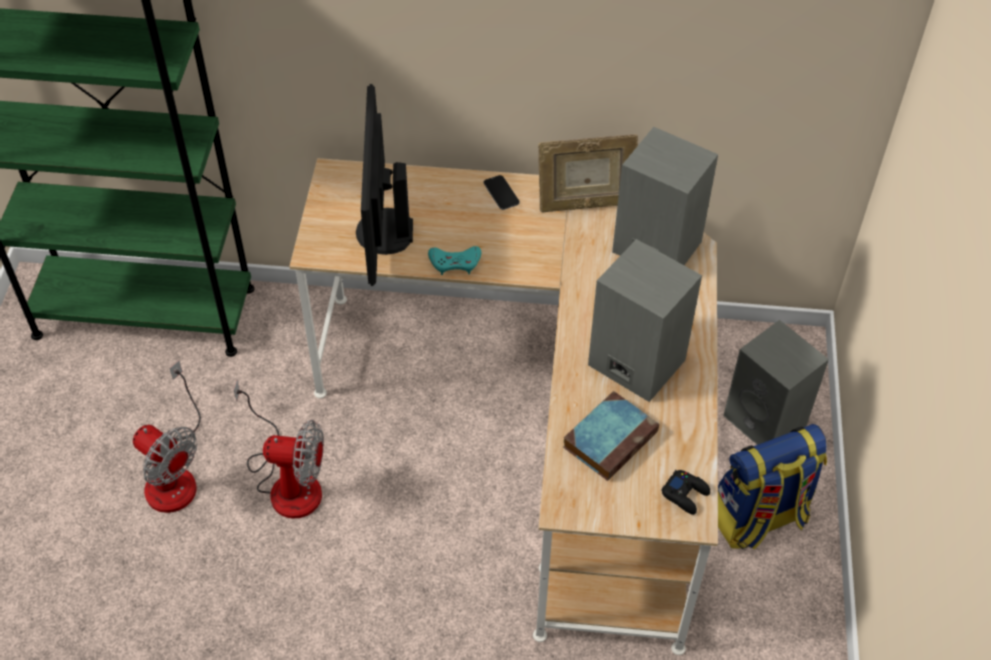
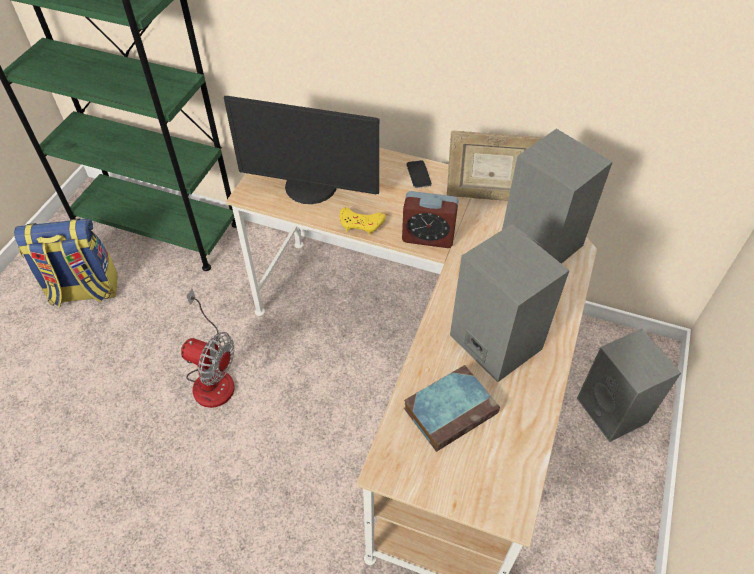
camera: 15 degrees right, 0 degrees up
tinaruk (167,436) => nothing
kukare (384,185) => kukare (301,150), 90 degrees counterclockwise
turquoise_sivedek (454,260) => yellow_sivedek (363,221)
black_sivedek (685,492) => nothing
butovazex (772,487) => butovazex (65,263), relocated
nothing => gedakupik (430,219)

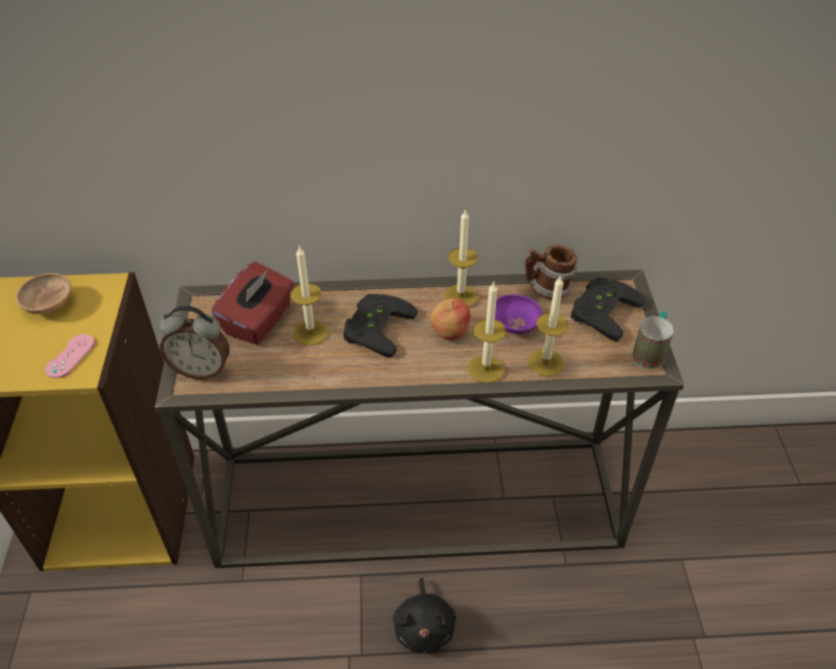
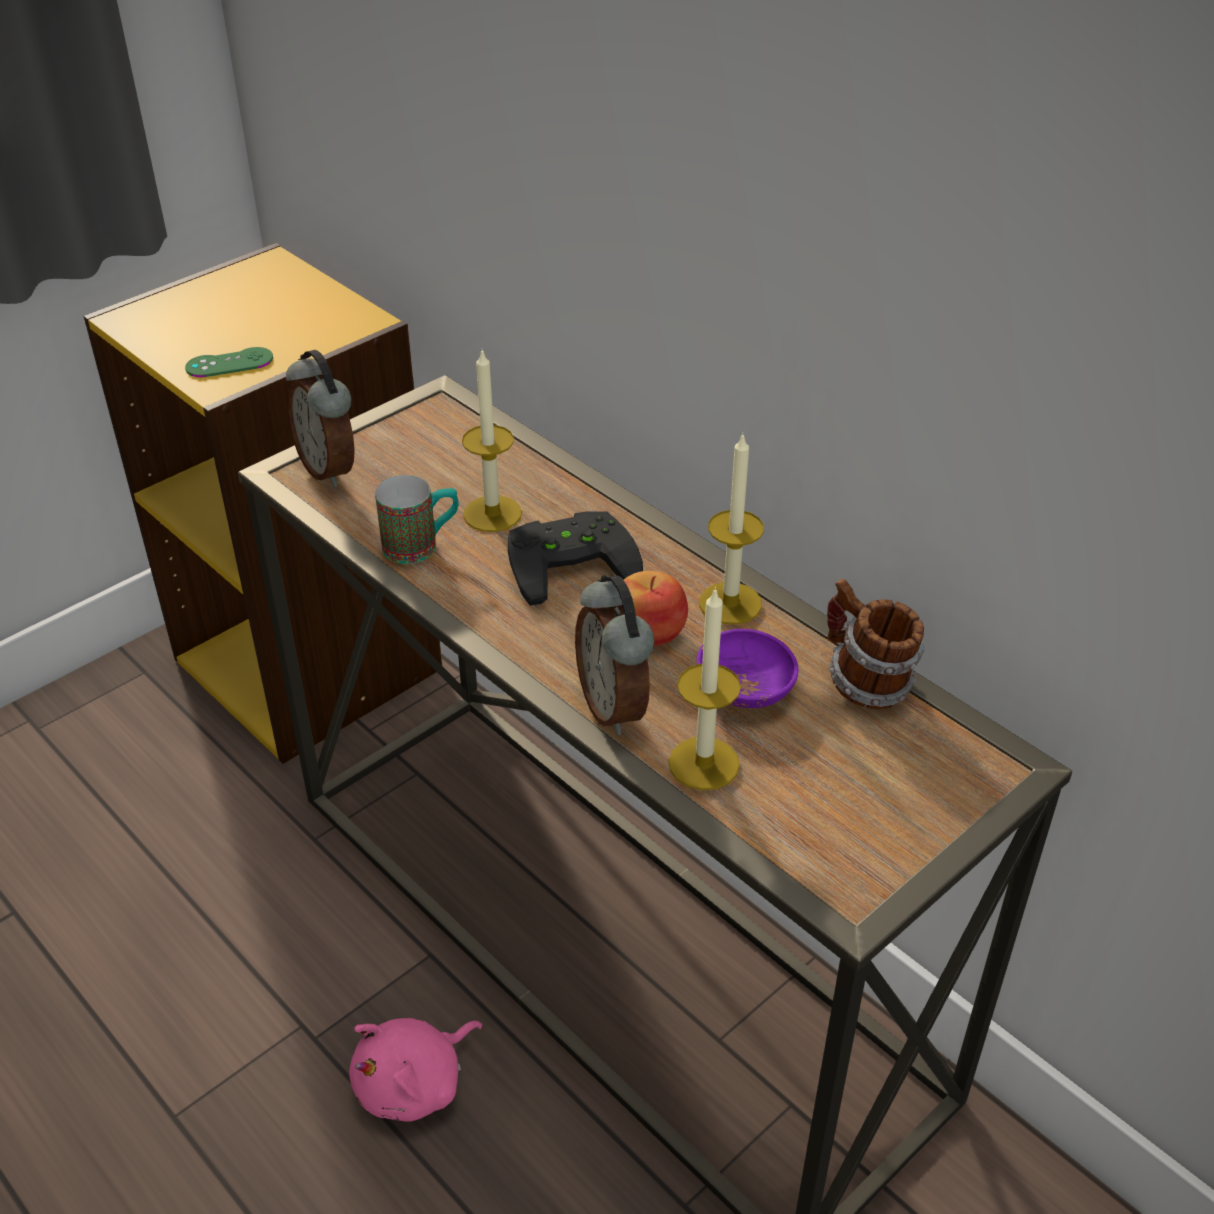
camera: 50 degrees right, 5 degrees down
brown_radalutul (44,293) => nothing
pink_sivedek (70,356) => green_sivedek (229,362)
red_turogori (253,303) => nothing
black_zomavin (424,616) => pink_zomavin (415,1069)
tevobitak (487,332) => gedakupik (614,655)
black_sivedek (608,309) => nothing
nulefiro (653,340) => nulefiro (416,519), relocated

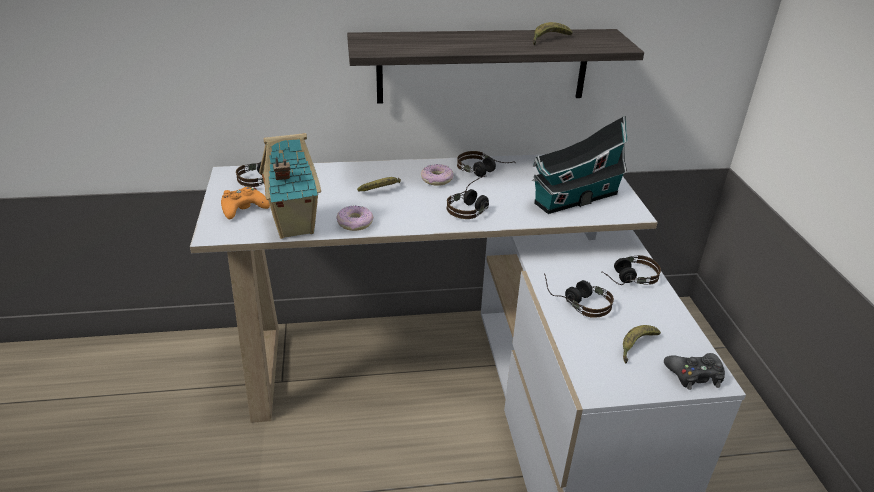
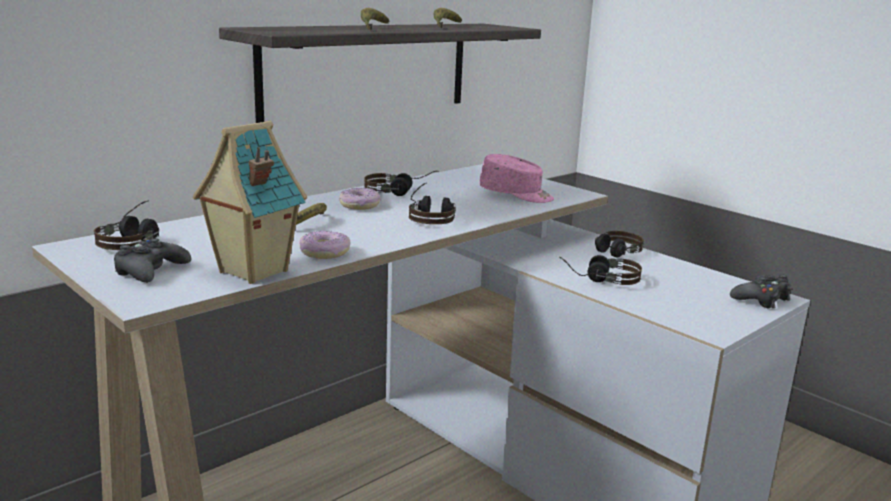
camera: 35 degrees left, 15 degrees down
orange_sivedek (245,202) => black_sivedek (152,260)
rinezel (580,164) => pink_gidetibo (516,178)
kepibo (642,344) => kepibo (375,19), relocated

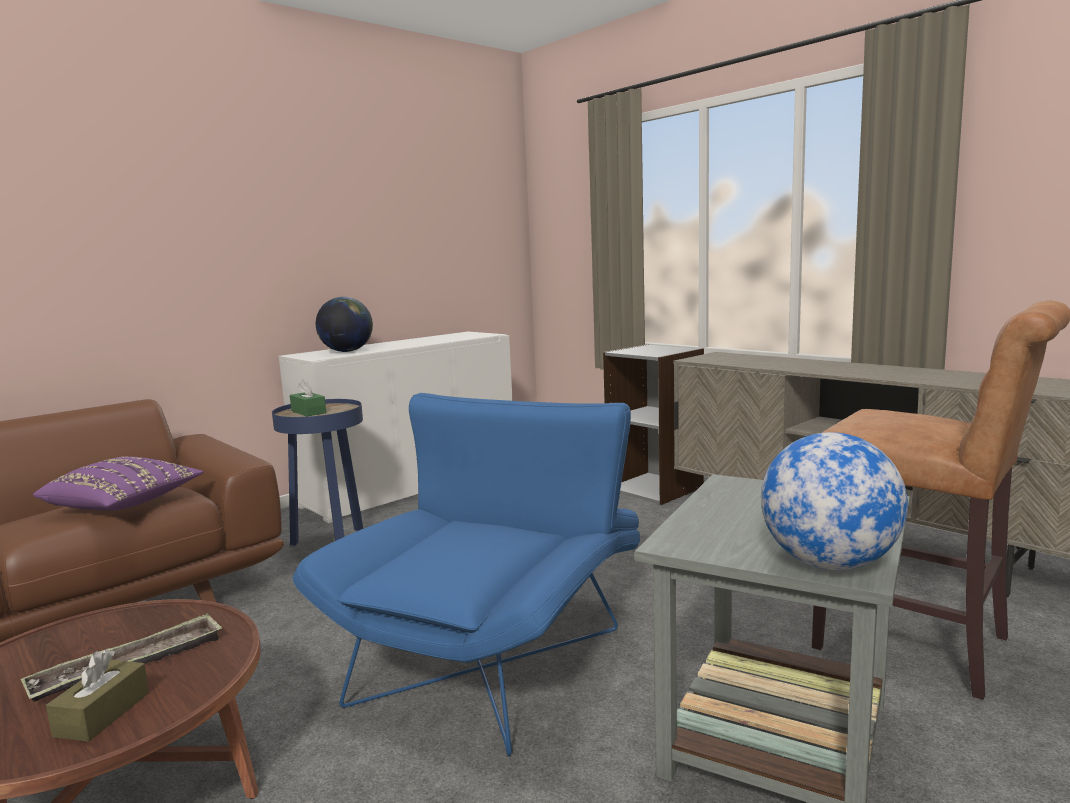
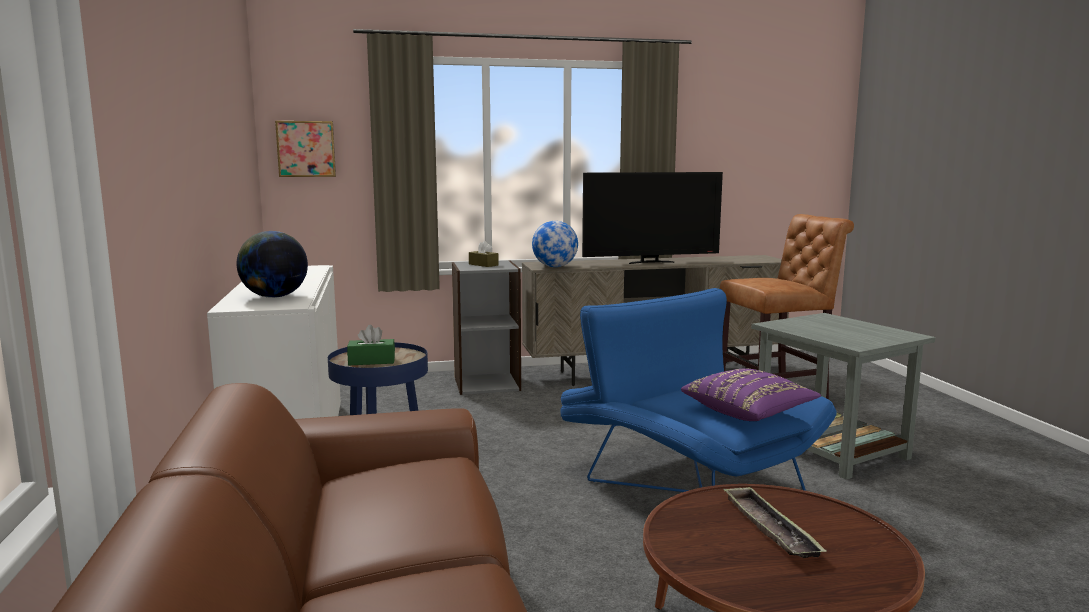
camera: 60 degrees left, 0 degrees up
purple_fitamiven (118,484) => purple_fitamiven (751,395), relocated
brown_turogori (97,695) => brown_turogori (484,254), relocated
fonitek (834,501) => fonitek (555,244), relocated
nothing => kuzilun (305,149)
nothing => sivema (652,218)

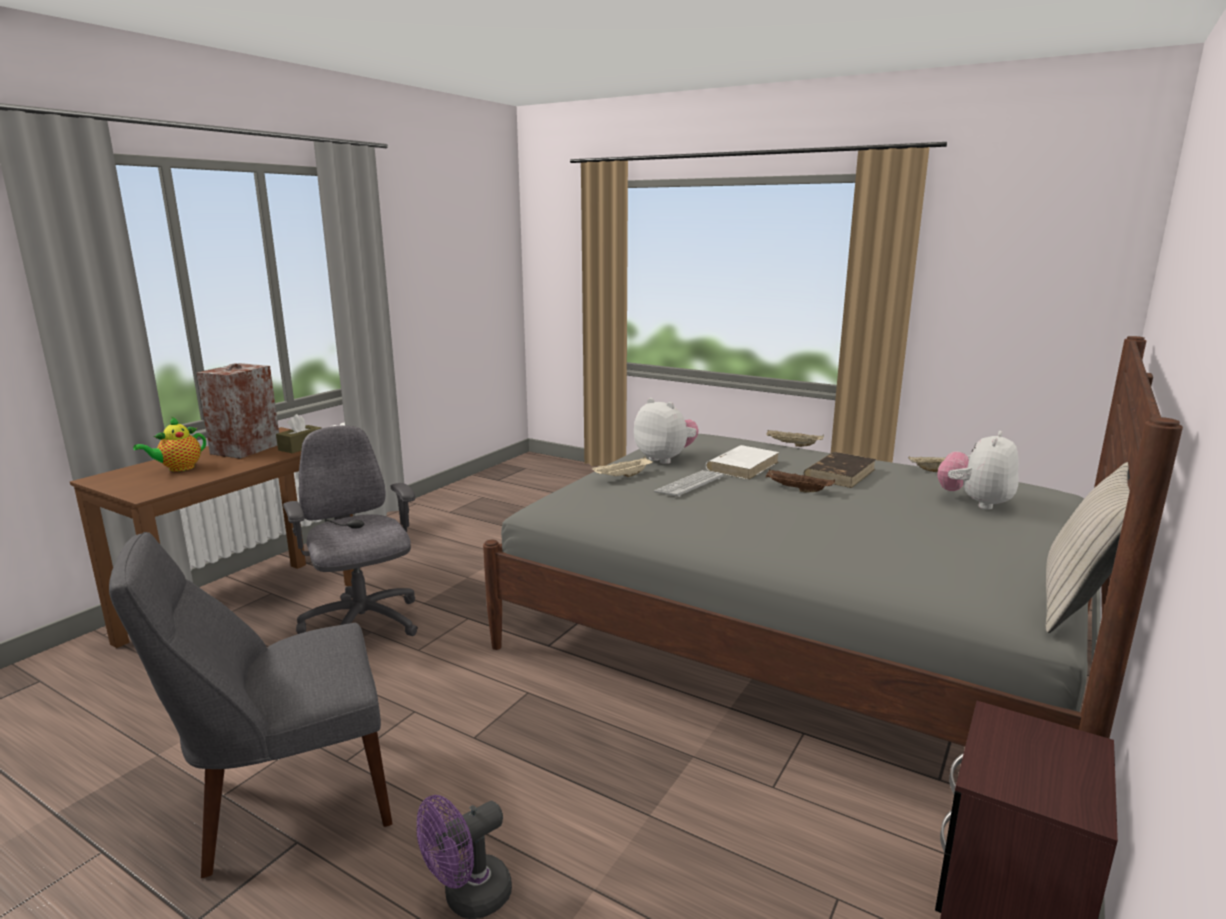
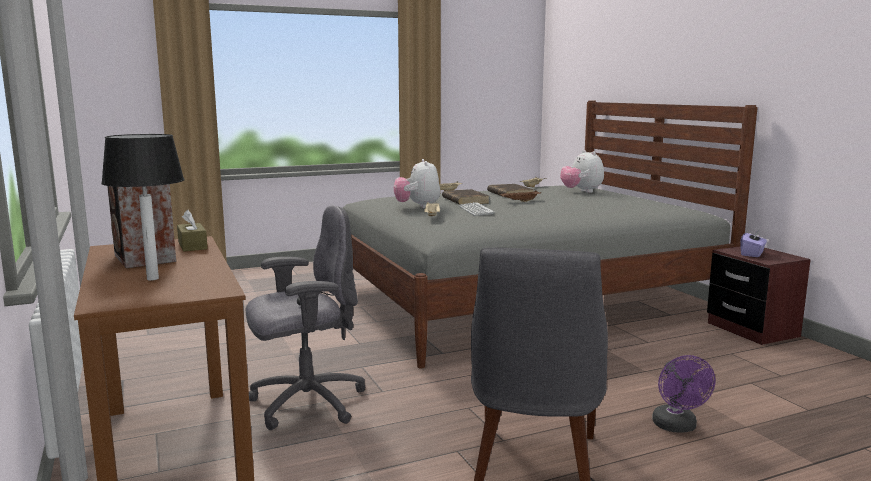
camera: 55 degrees left, 5 degrees down
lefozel (169,444) => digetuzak (142,207)
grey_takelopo (350,531) => grey_takelopo (305,317), 150 degrees clockwise
zomavin (666,431) => zomavin (417,183), 90 degrees counterclockwise
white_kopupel (743,462) => brown_kopupel (466,197)
beige_fitamiven (1088,547) => nothing
nothing => purple_turogori (753,243)

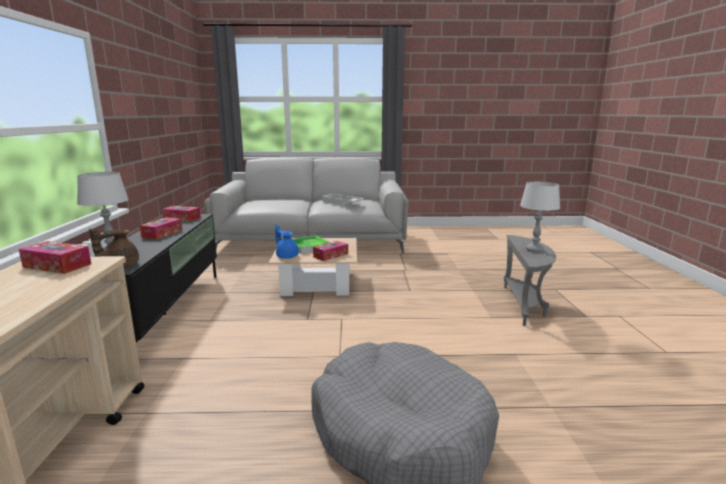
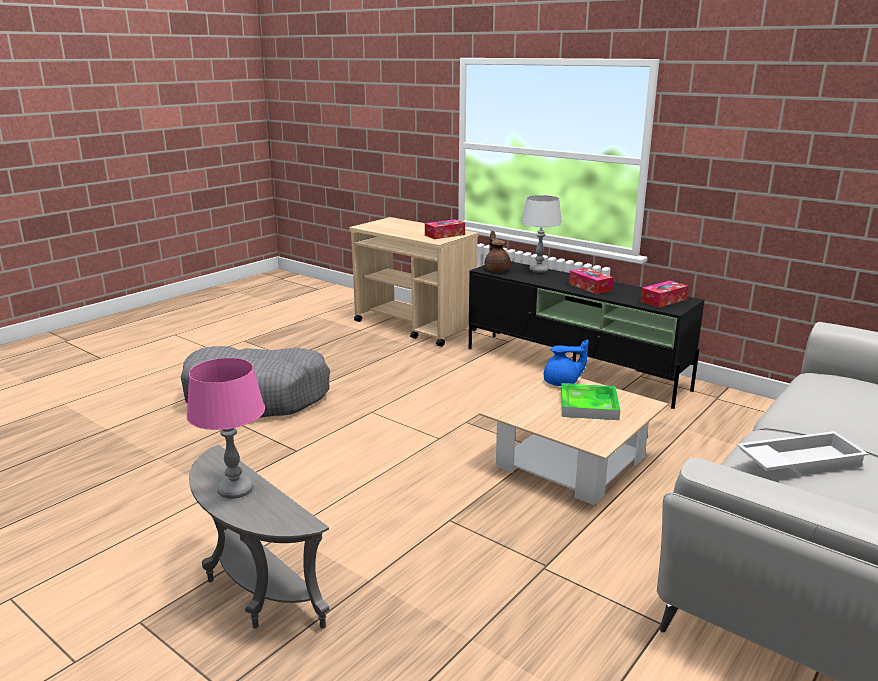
camera: 130 degrees right, 5 degrees up
turogori (330,251) => nothing
grey_digetuzak (540,217) => pink_digetuzak (226,428)

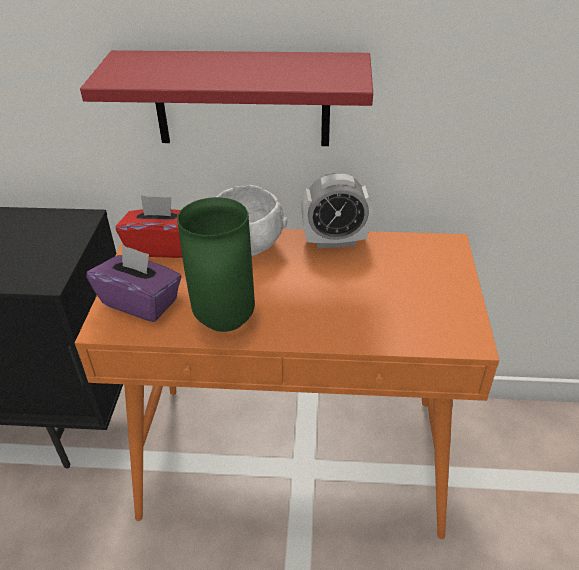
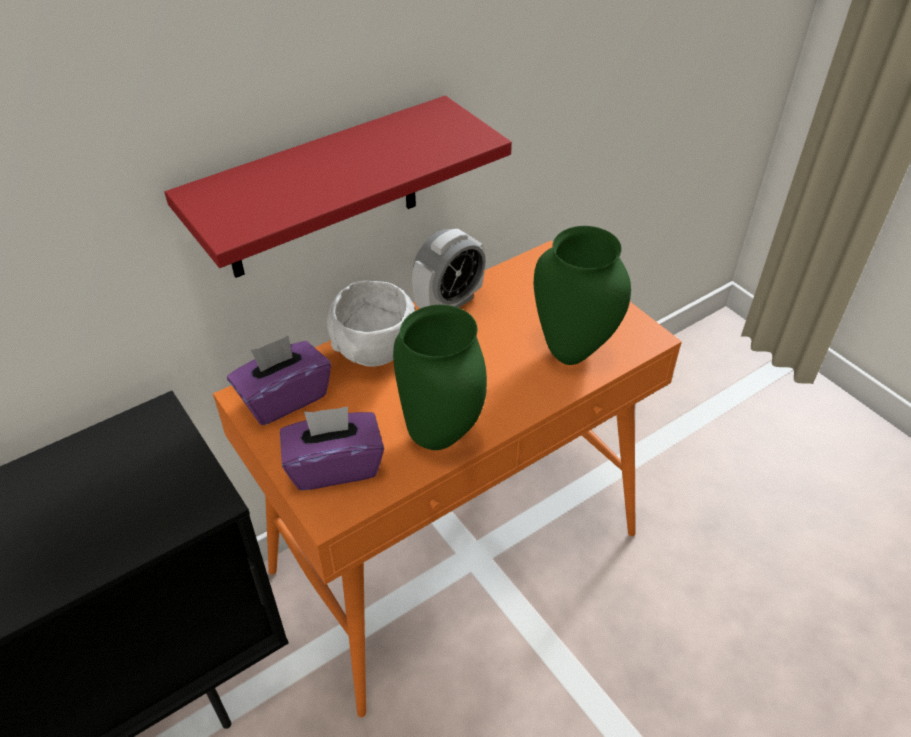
camera: 40 degrees left, 5 degrees up
red_turogori (148,226) => purple_turogori (279,380)
nothing => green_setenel (582,295)

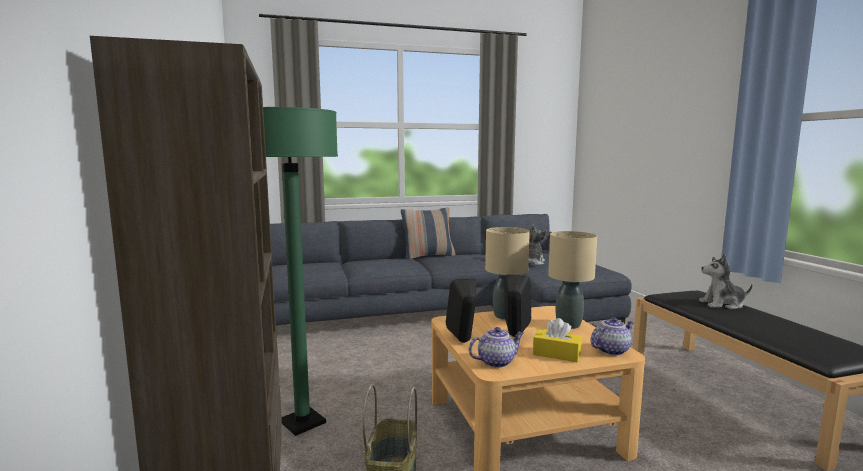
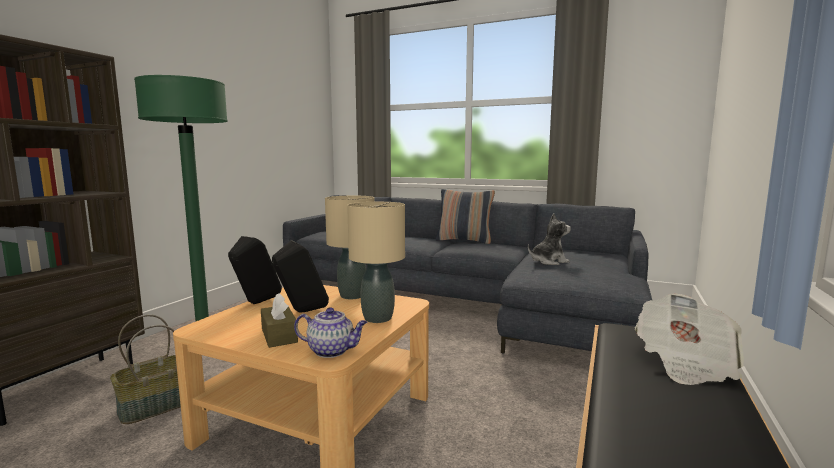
camera: 40 degrees right, 0 degrees up
lefozel (496,347) => nothing
yellow_turogori (557,340) => brown_turogori (279,320)
zomavin (726,281) => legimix (689,339)

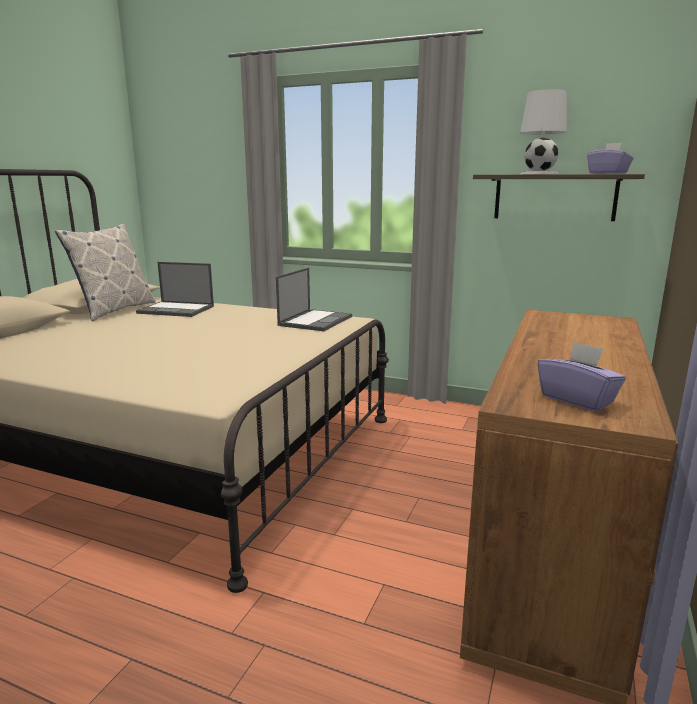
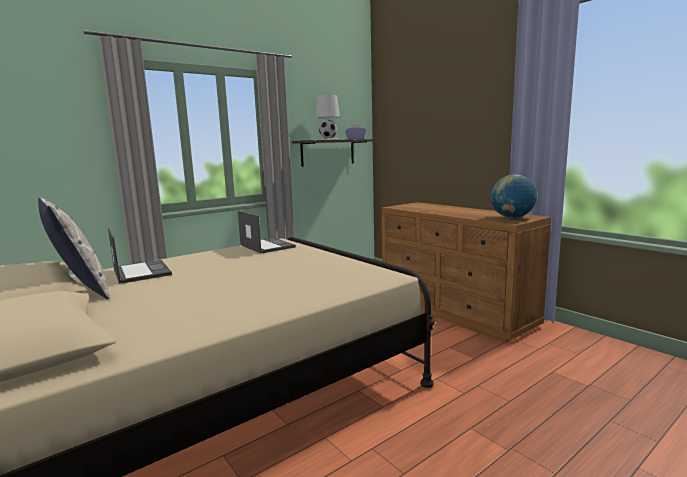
camera: 60 degrees left, 5 degrees down
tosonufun (175,289) => tosonufun (140,256), 75 degrees counterclockwise
purple_turogori (581,377) => fonitek (514,196)

